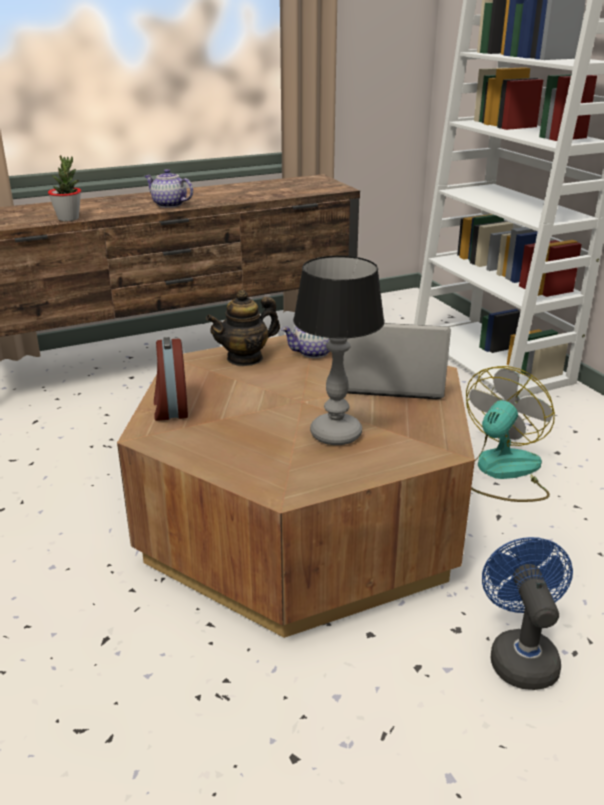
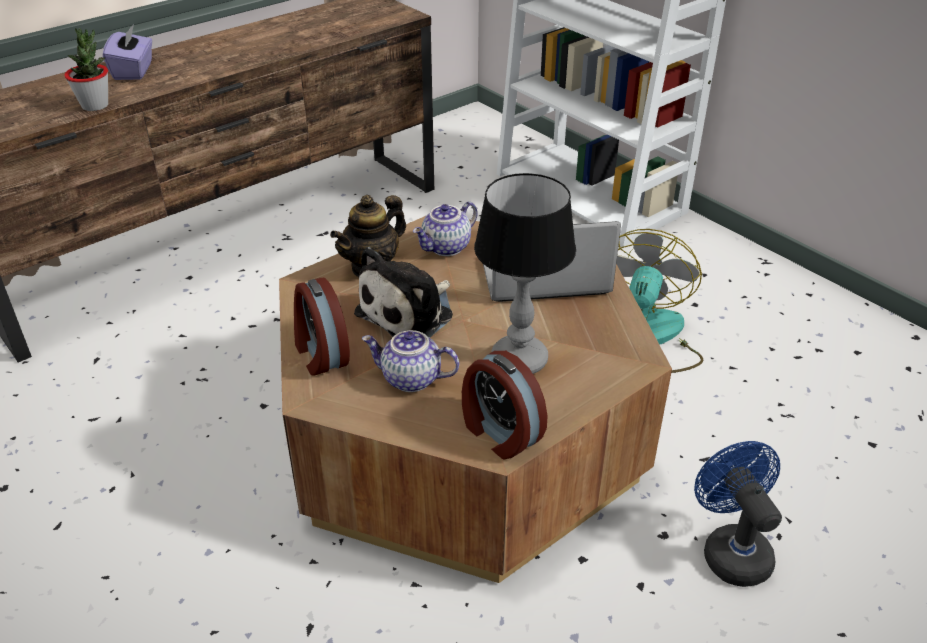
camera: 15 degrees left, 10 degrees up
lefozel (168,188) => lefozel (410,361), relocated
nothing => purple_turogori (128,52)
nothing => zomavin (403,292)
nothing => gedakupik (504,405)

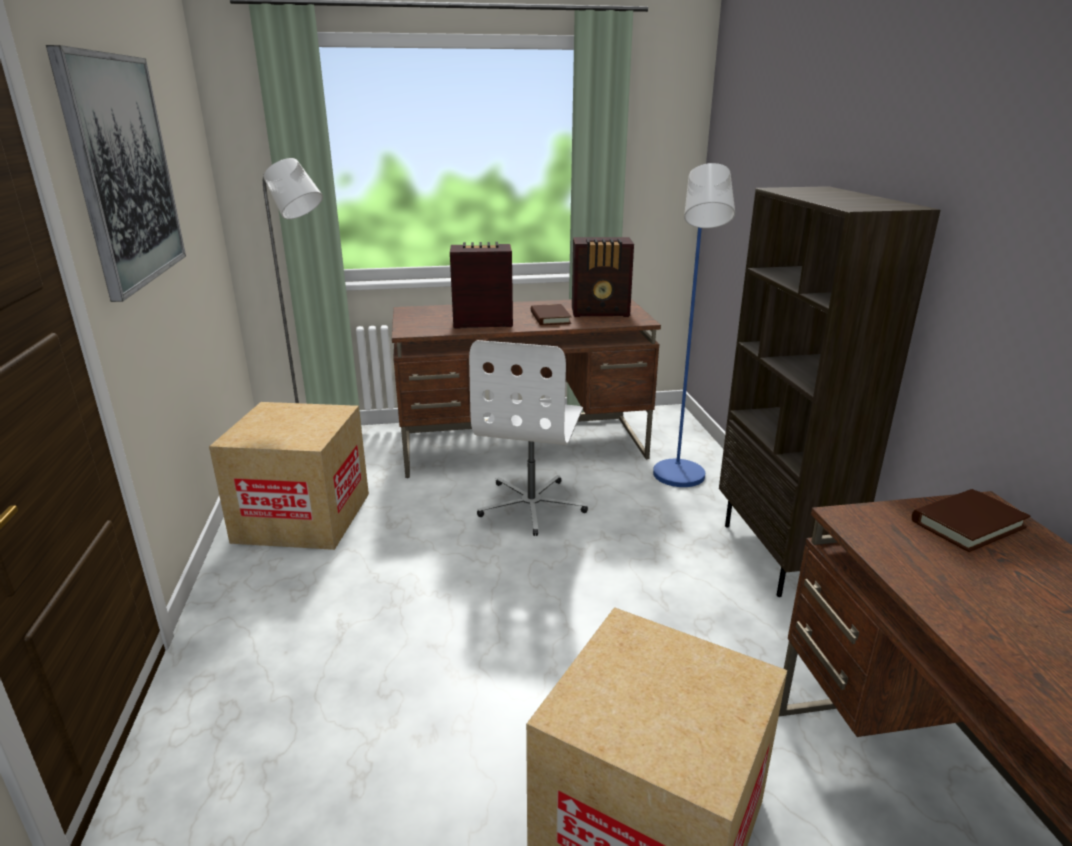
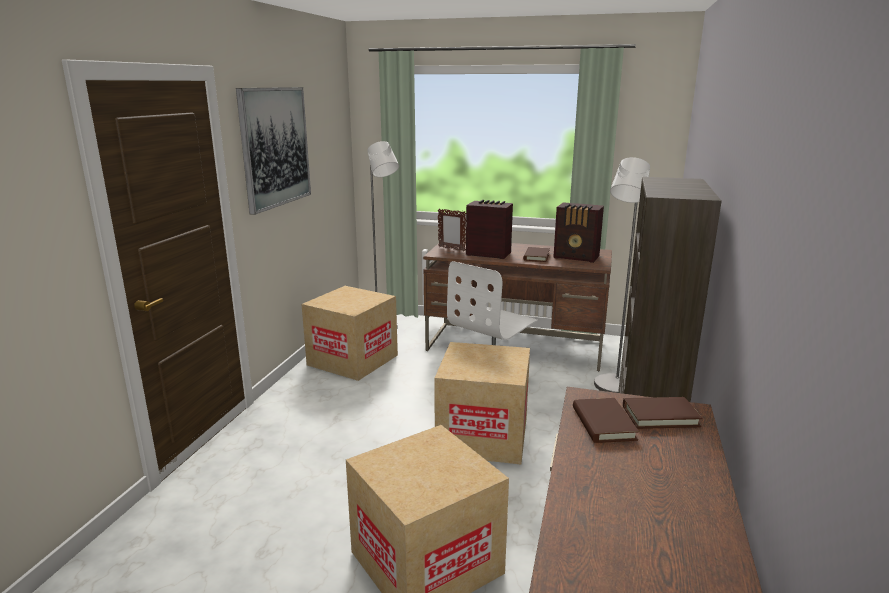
camera: 25 degrees right, 5 degrees down
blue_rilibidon (694,325) => grey_rilibidon (622,275)
nothing => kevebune (482,403)
nothing => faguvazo (452,229)
nothing => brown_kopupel (606,420)

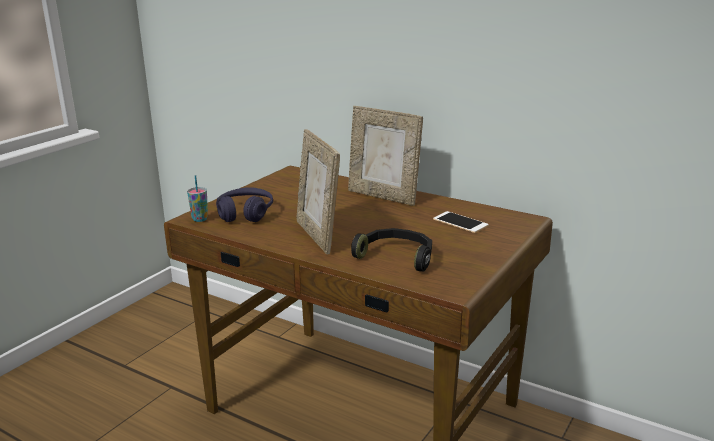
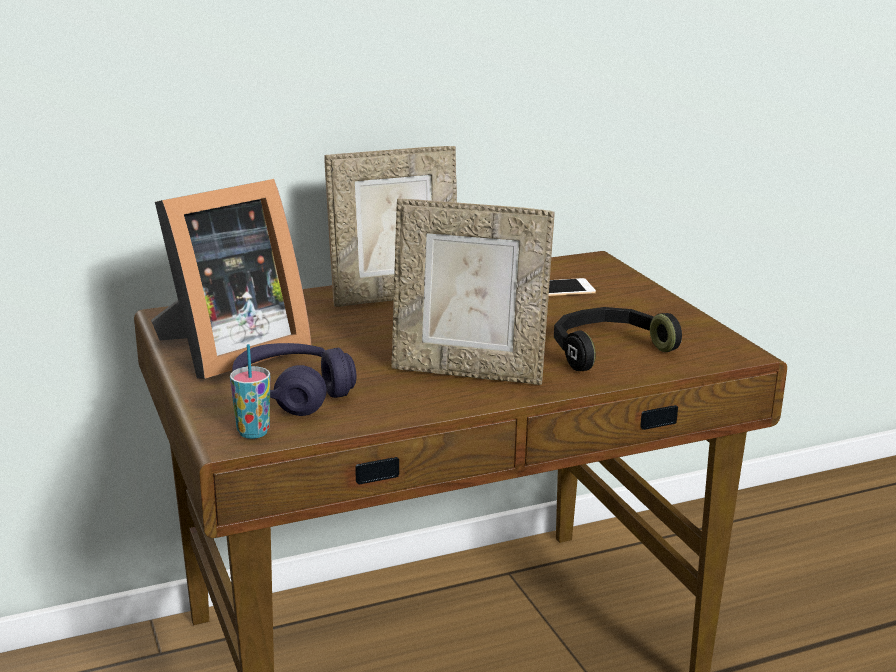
camera: 55 degrees left, 0 degrees up
nothing => faguvazo (231,279)

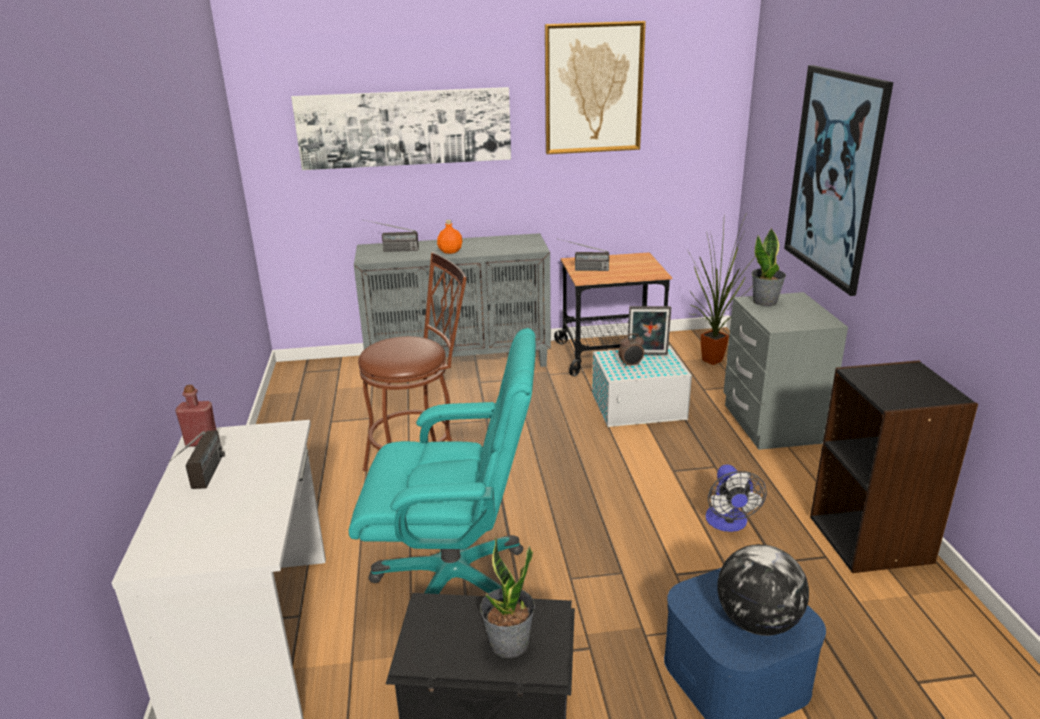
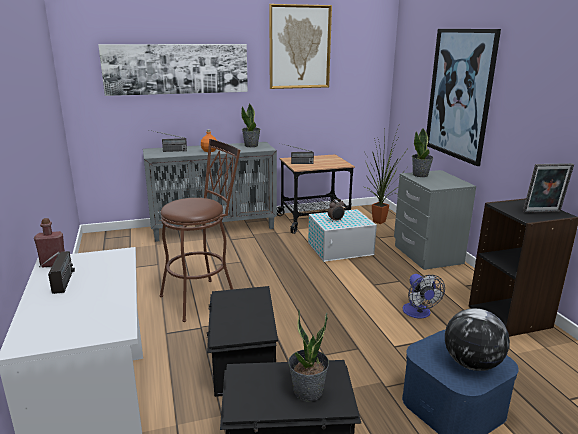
camera: 10 degrees left, 5 degrees down
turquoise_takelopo (442,461) => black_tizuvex (242,341)
faguvazo (649,330) => faguvazo (548,188), relocated
nothing => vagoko (251,125)

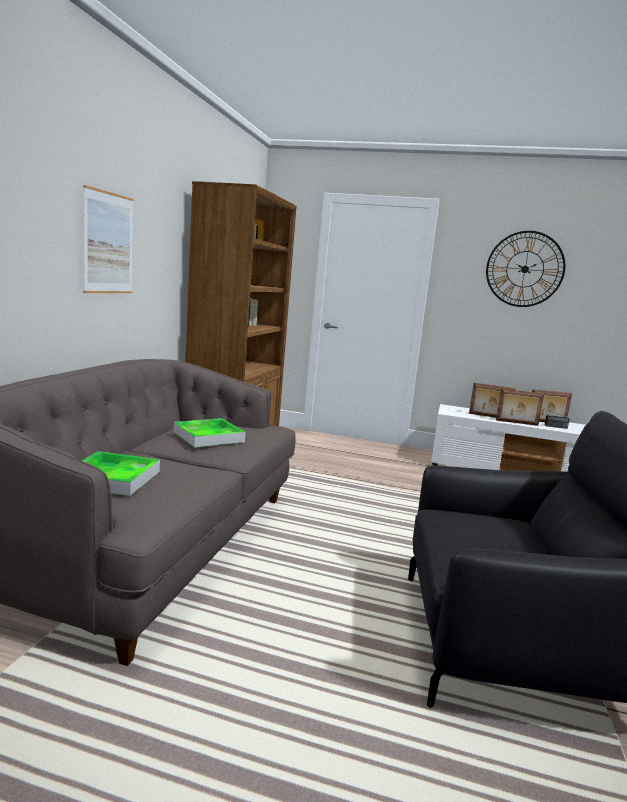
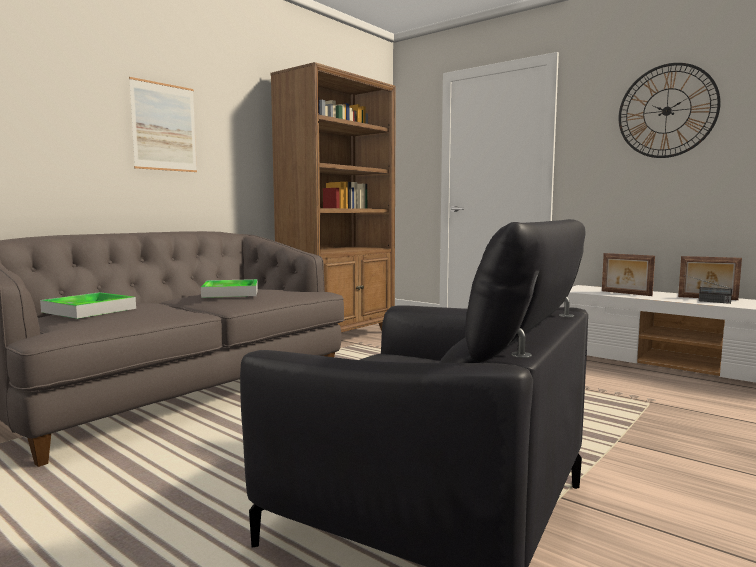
camera: 25 degrees right, 5 degrees down
faguvazo (520,407) => nothing

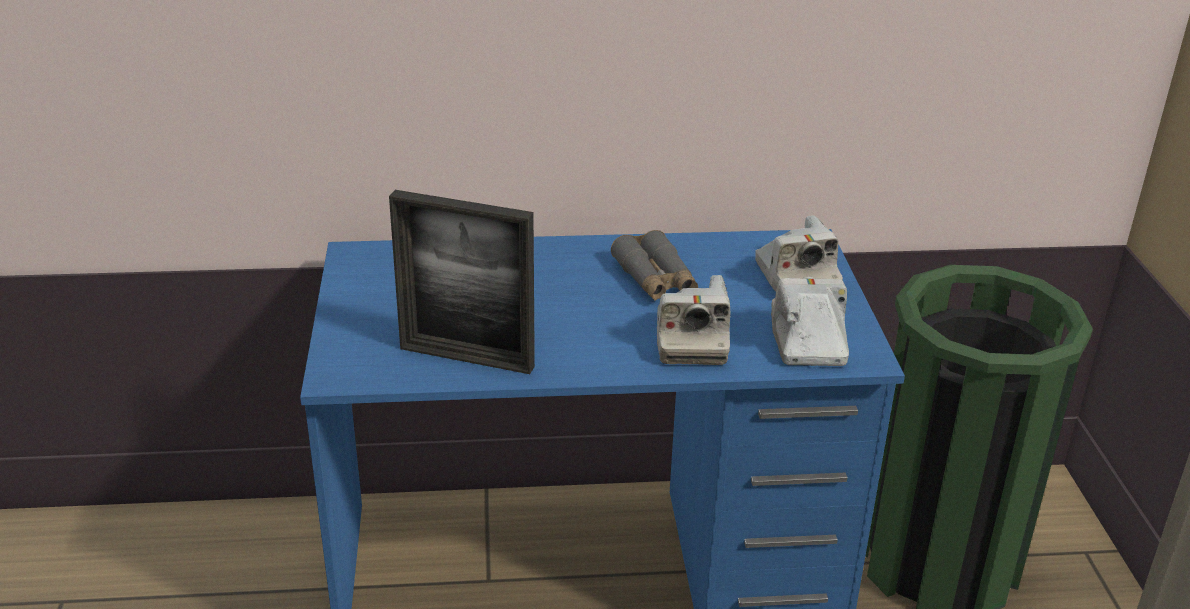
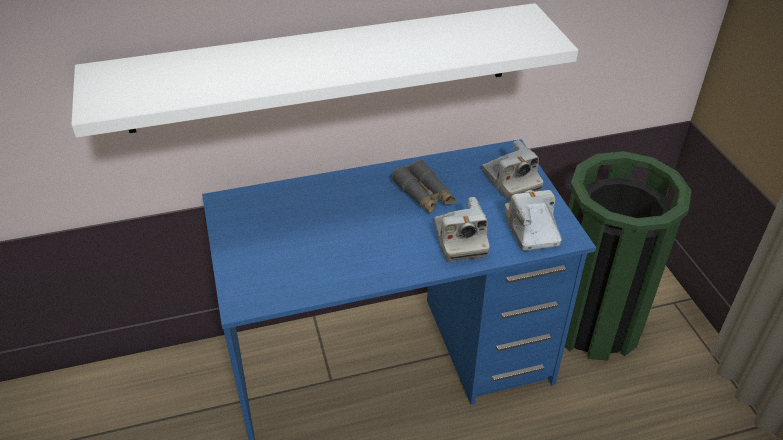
camera: 10 degrees left, 10 degrees up
faguvazo (462,282) => nothing
nothing => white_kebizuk (324,70)

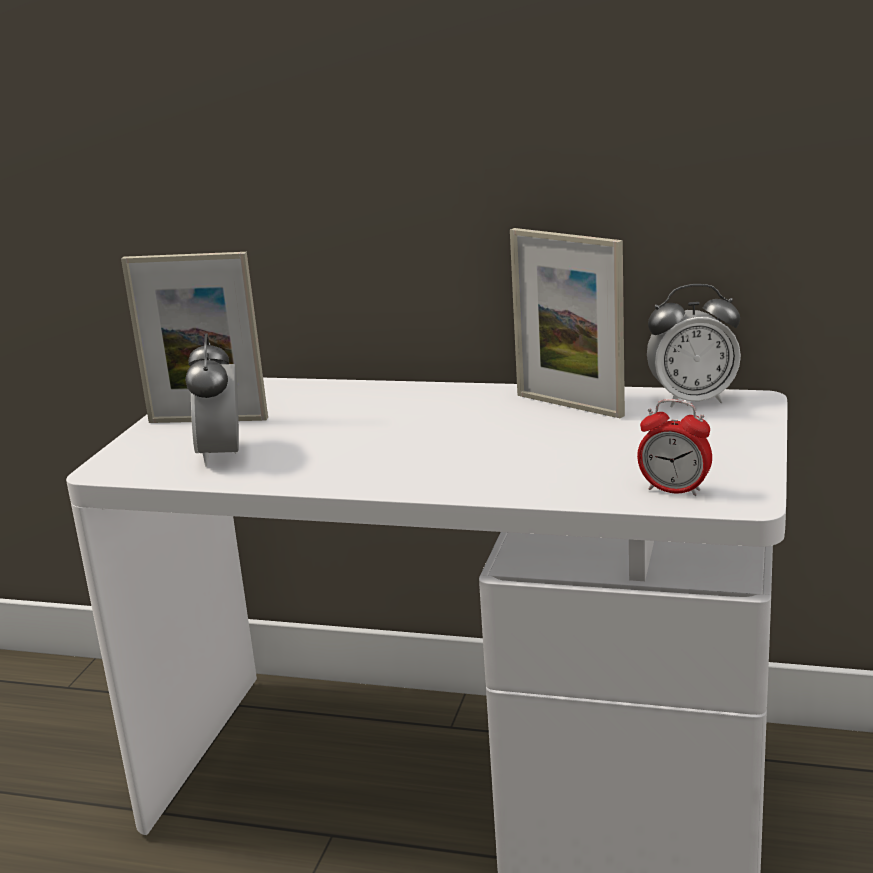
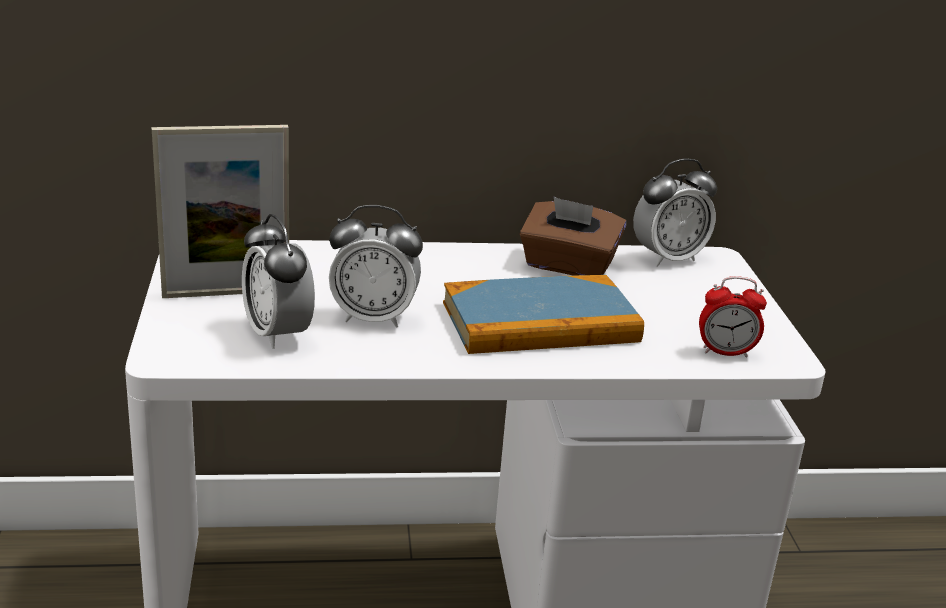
camera: 25 degrees left, 5 degrees up
faguvazo (567,323) => brown_turogori (573,236)
nothing => gedakupik (376,266)
nothing => kopupel (543,314)

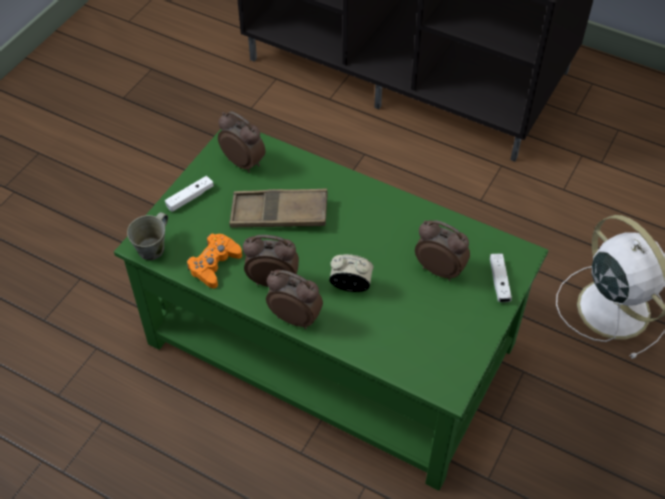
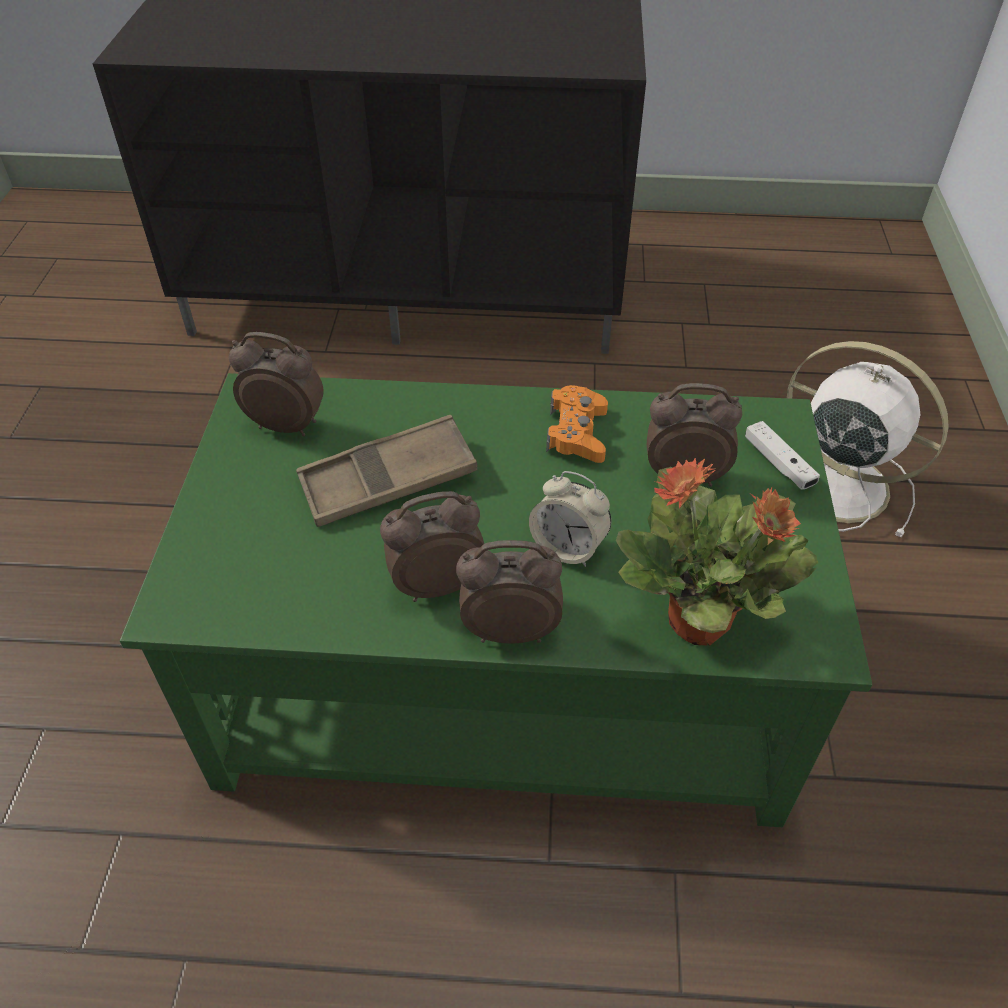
camera: 25 degrees left, 5 degrees down
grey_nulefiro (147,236) => nothing
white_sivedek (189,194) => nothing
orange_sivedek (214,260) => orange_sivedek (577,424), relocated
gedakupik (351,273) => gedakupik (570,519), 135 degrees counterclockwise
nothing => vagoko (717,551)

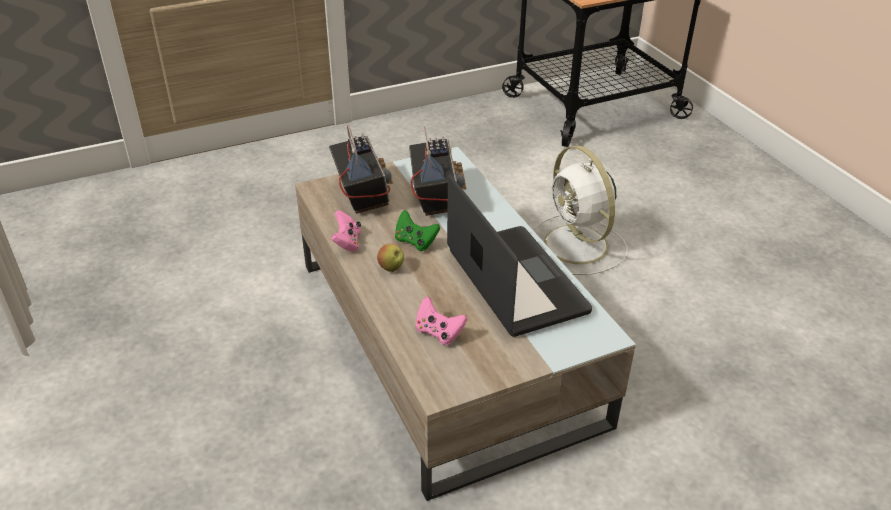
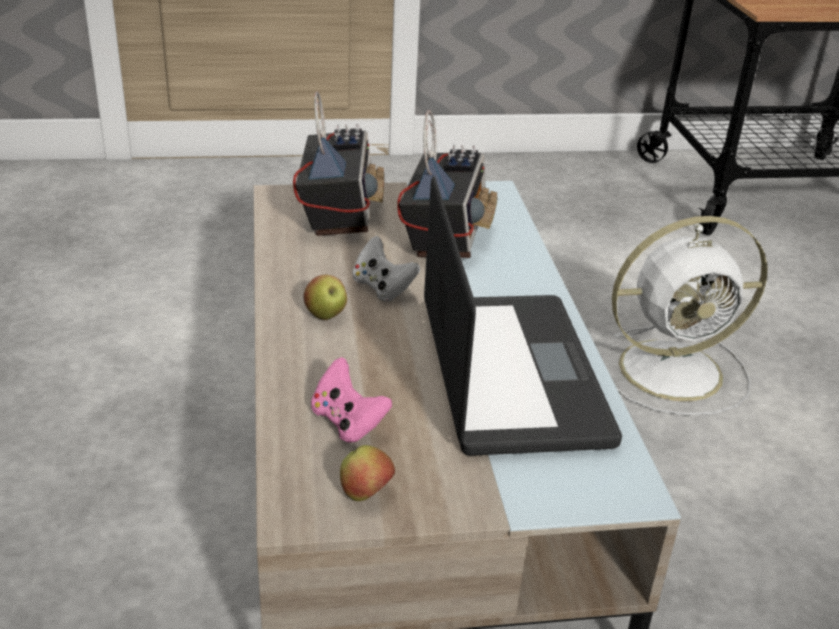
camera: 15 degrees right, 5 degrees down
pink_sivedek (346,231) => nothing
green_sivedek (417,230) => white_sivedek (386,268)
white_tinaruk (580,210) => white_tinaruk (689,316), 90 degrees counterclockwise
nothing => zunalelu (367,473)

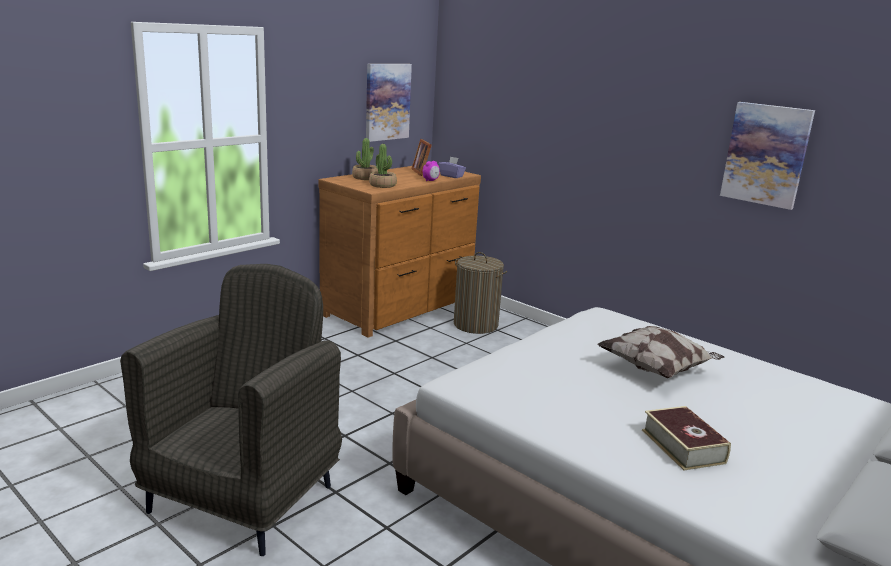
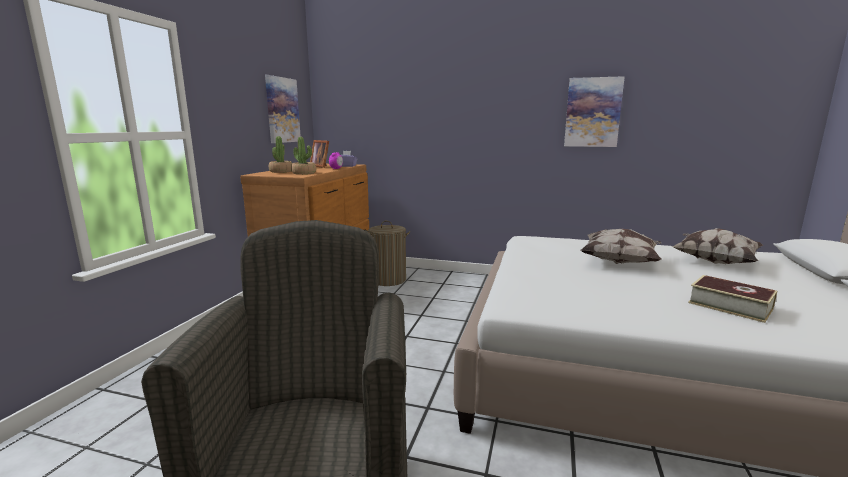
camera: 25 degrees left, 5 degrees down
nothing => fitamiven (717,246)

